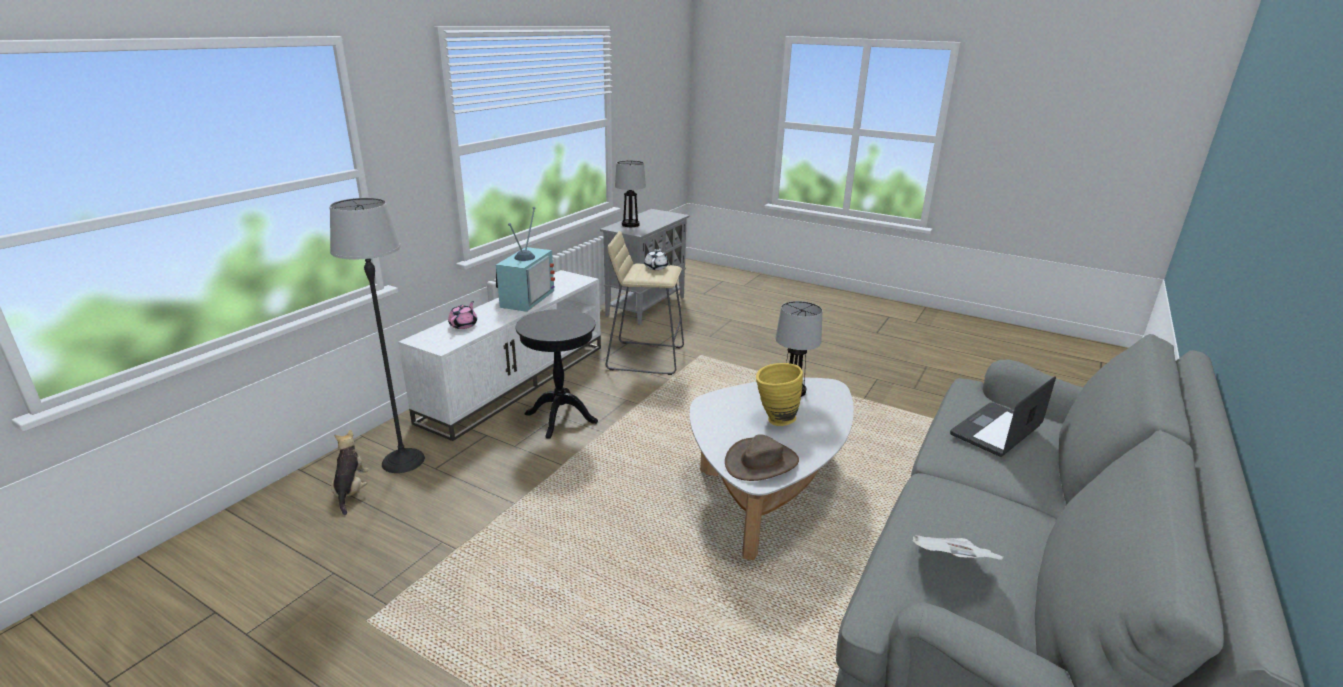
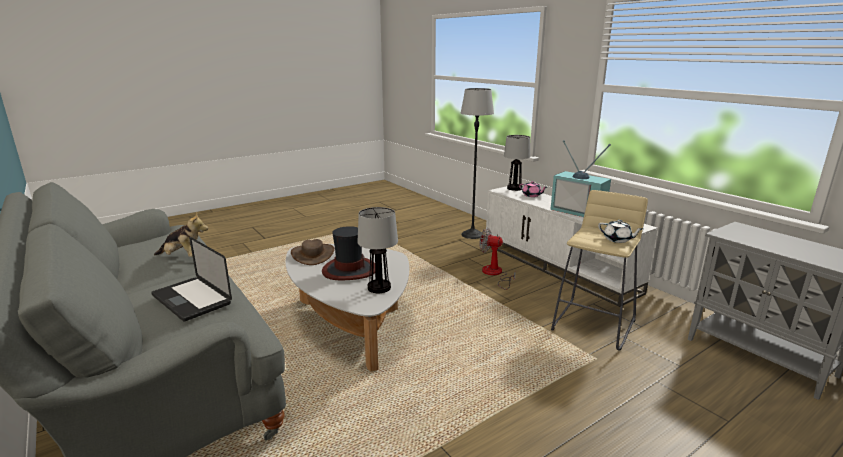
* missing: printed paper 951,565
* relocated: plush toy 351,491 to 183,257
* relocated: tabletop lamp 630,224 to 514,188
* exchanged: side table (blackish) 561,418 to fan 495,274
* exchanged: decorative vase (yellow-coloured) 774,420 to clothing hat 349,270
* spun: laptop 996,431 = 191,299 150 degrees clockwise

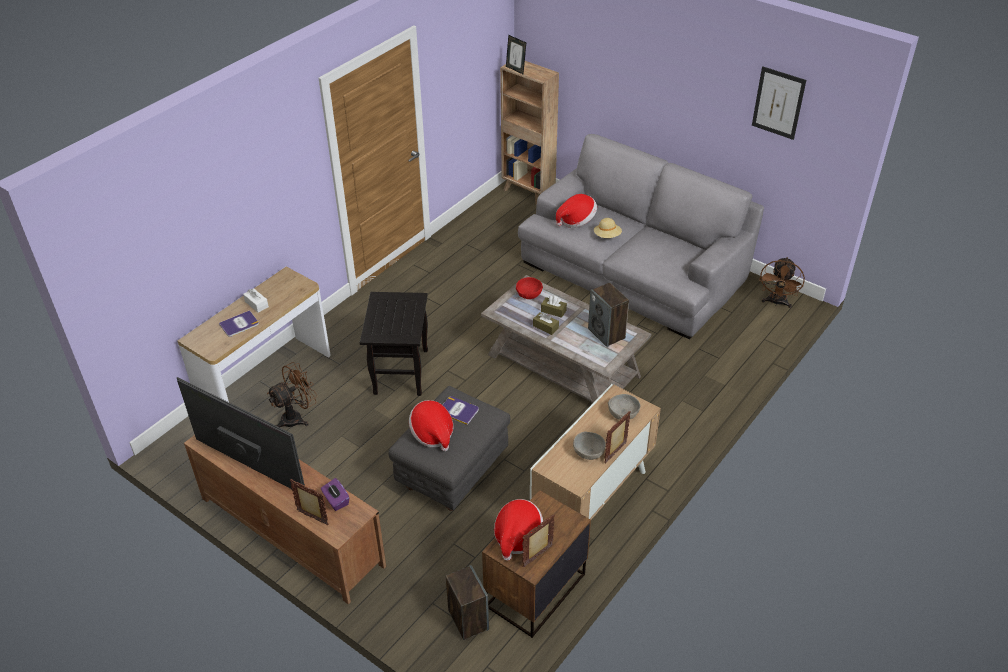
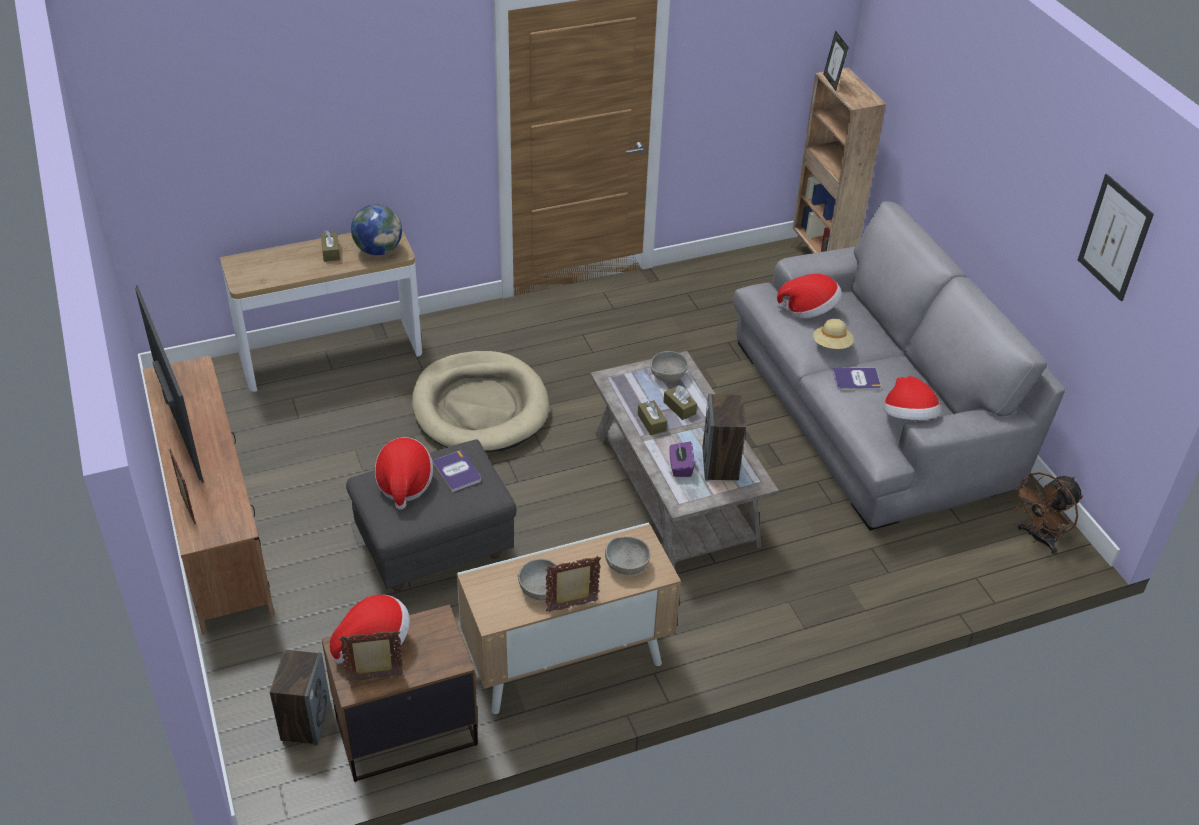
* missing: fan (brownish) 296,417
* appeared: world globe 378,250
* appeared: clothing hat 908,418
* relocated: book 239,324 to 856,380
* relocated: tissue holder (purple) 336,501 to 680,467
* exchanged: side table (blackish) 400,371 to pet bed (beige-coloured) 480,407
* colour: tissue holder (white-coloured) 256,304 to tissue holder (brownish) 331,252
* colour: deep dish (red-coloured) 528,294 to deep dish (greyish) 668,375

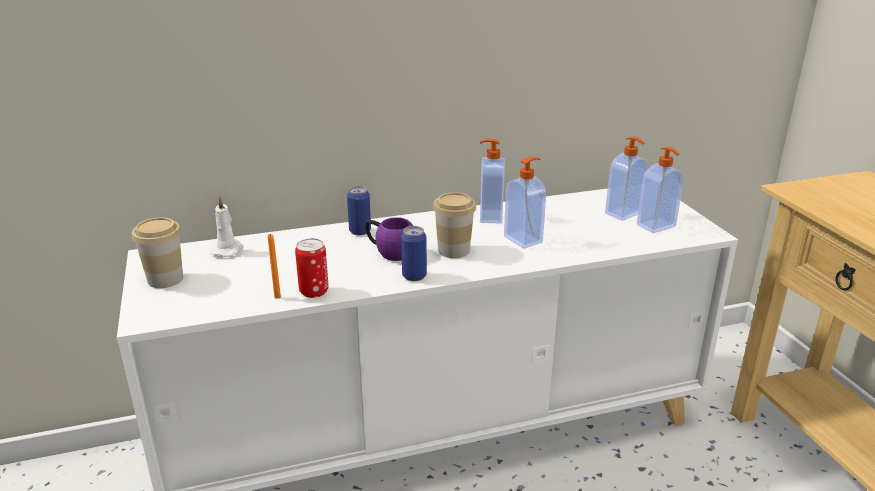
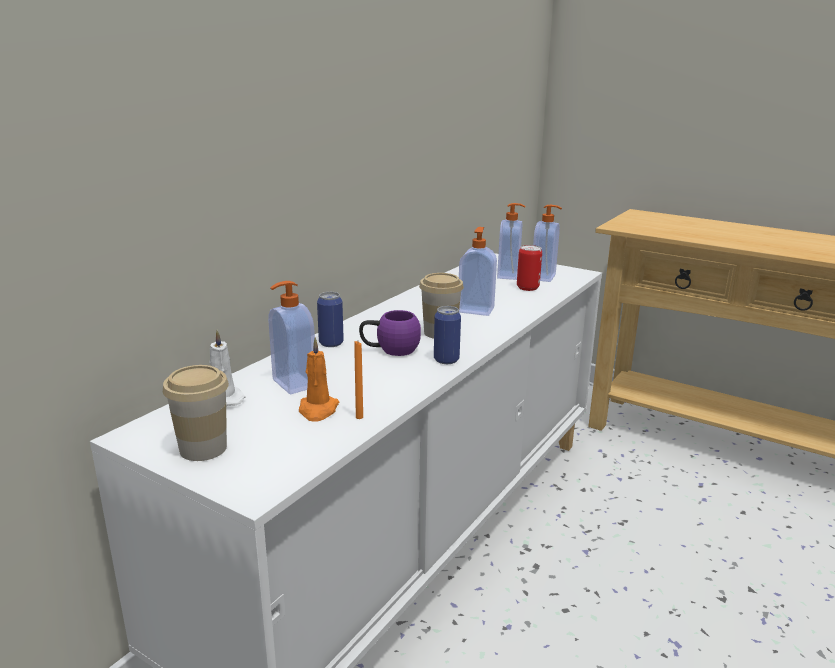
* appeared: wax light (orange) 318,410
* relocated: metal can 314,291 to 527,288
* relocated: liquid soap bottle 489,217 to 293,384

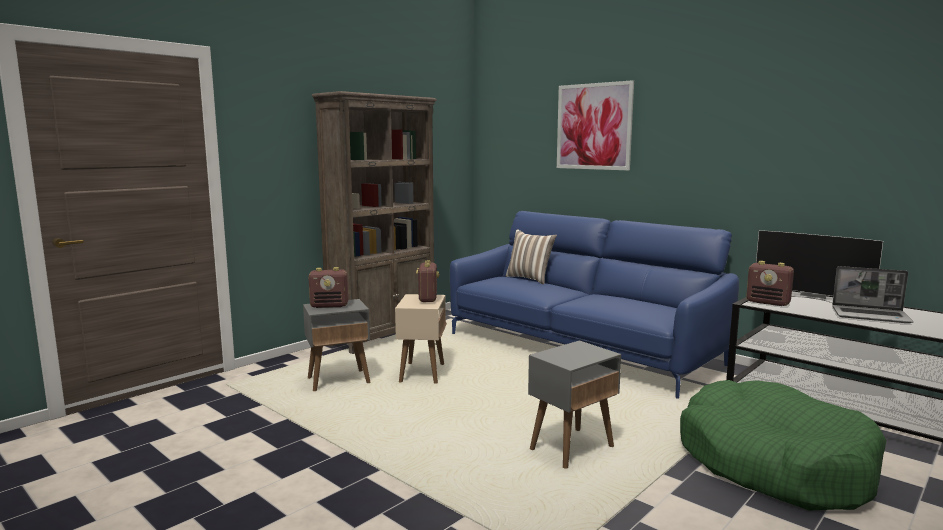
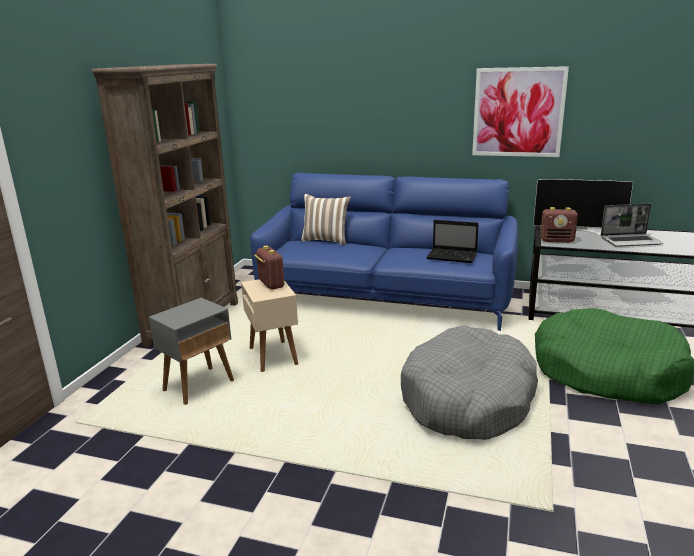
* missing: radio set 330,306
* appeared: laptop 453,256
* relocated: wall art 593,126 to 518,112
* exchanged: side table (greyish) 572,448 to pet bed (greyish) 468,399

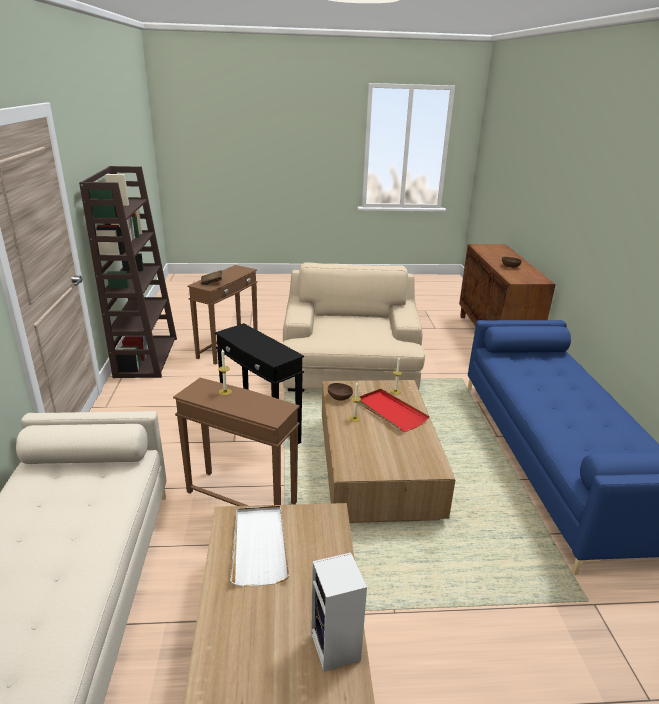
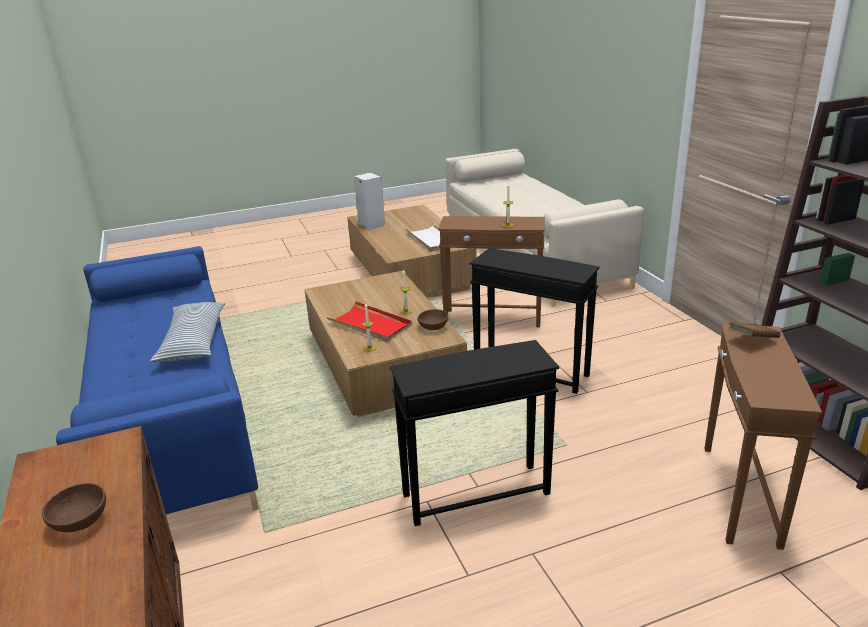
* appeared: throw pillow 193,341
* exchanged: easy chair (beige-coloured) 350,371 to side table (blackish) 475,493

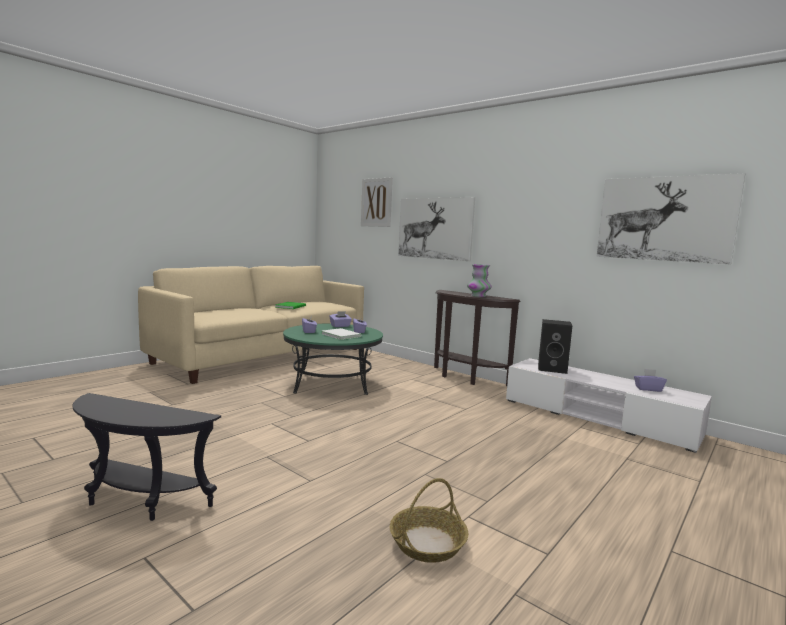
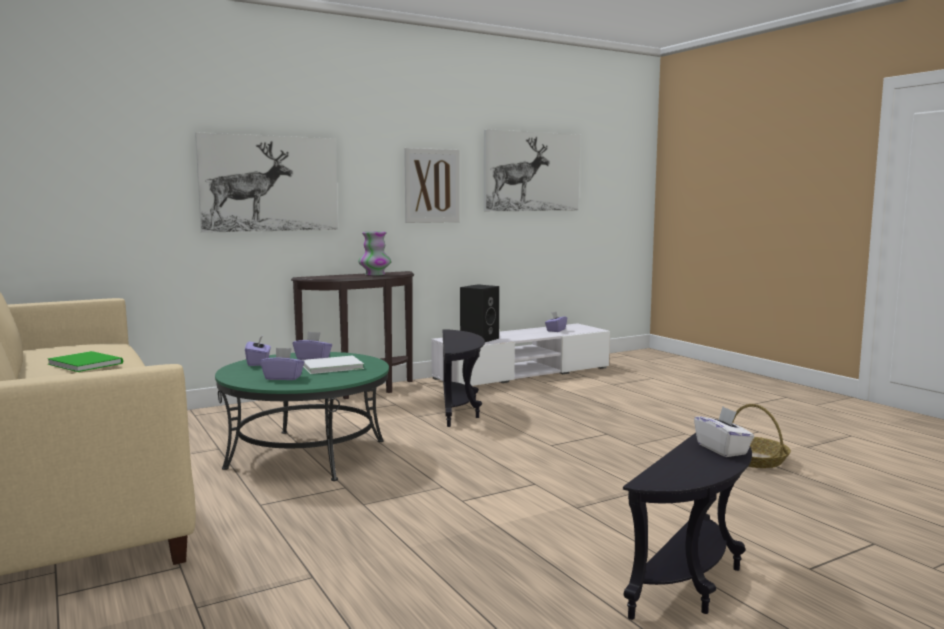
* appeared: side table (blackish) 460,410
* appeared: tissue holder (white-coloured) 722,449
* relocated: wall art 376,202 to 432,186

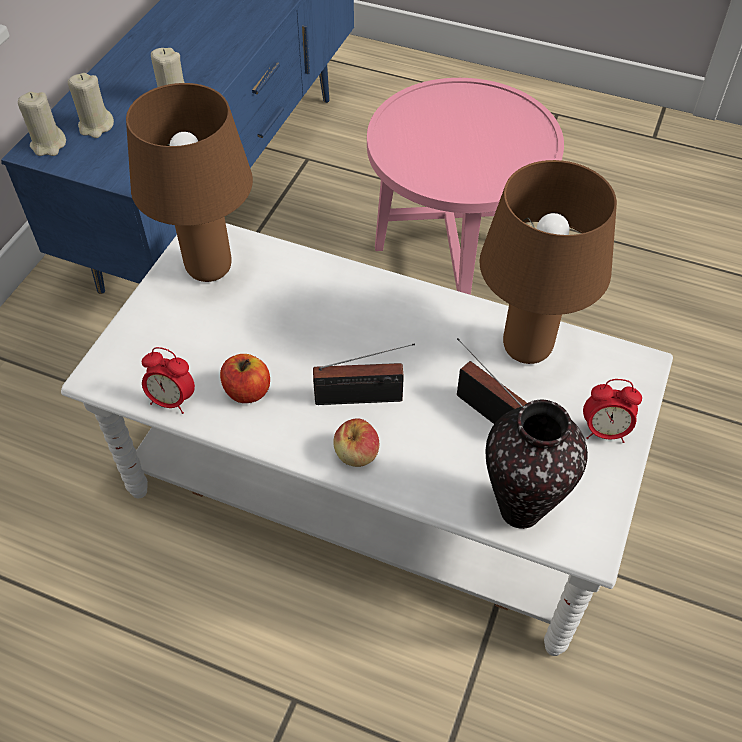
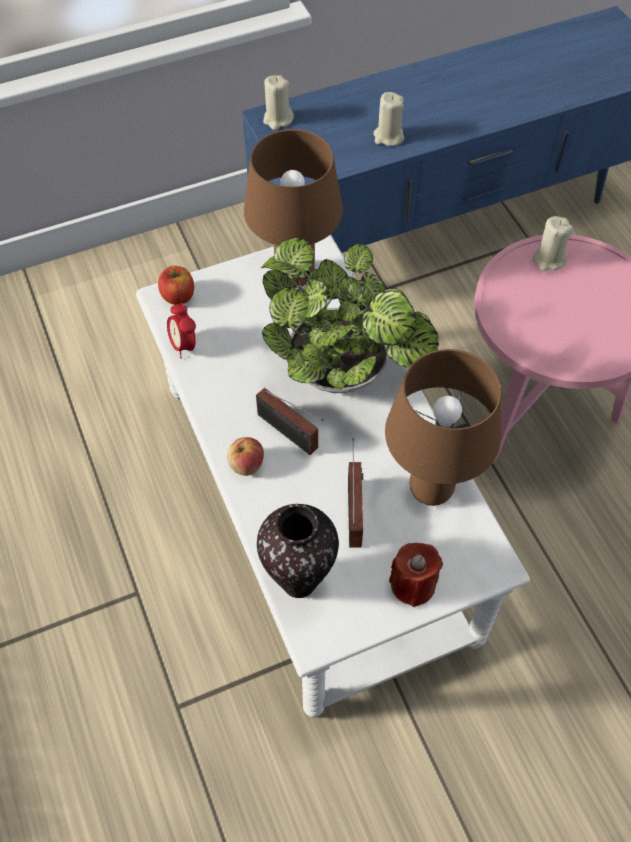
* appeared: plant in a pot 345,375
* relocated: wax light (beige-coloured) 96,126 to 549,259
* relocated: apple 247,391 to 178,296
* exchanged: alarm clock 604,431 to wax light (red-coloured) 413,584

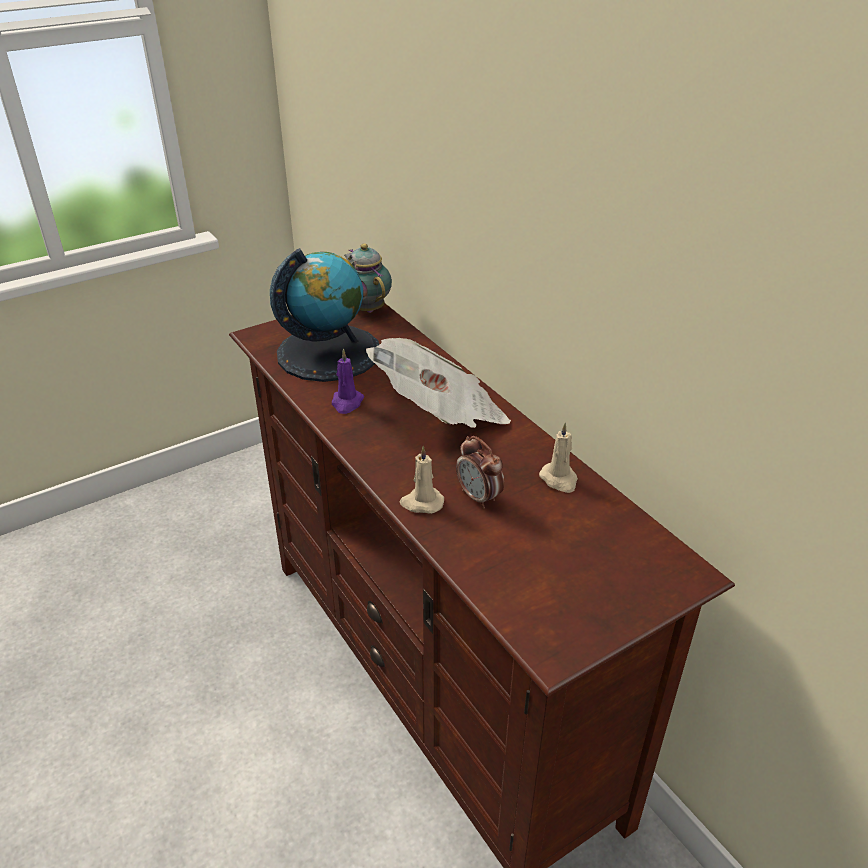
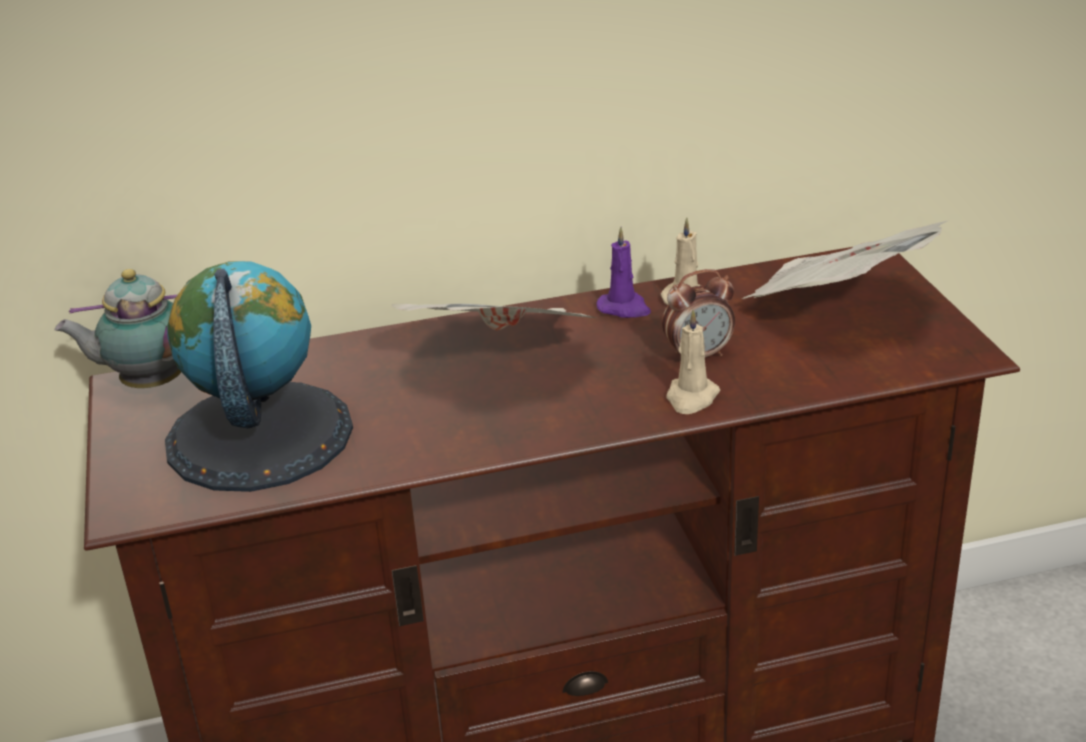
* appeared: printed paper 838,307
* relocated: wax light (purple) 347,403 to 624,308

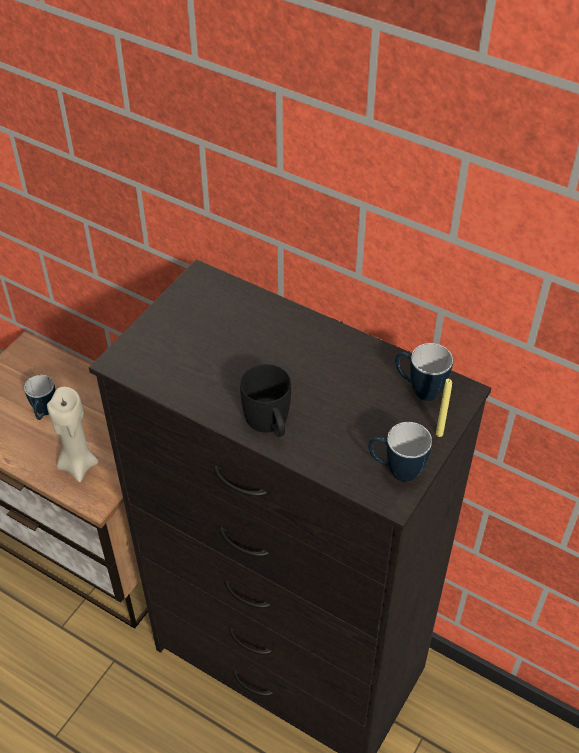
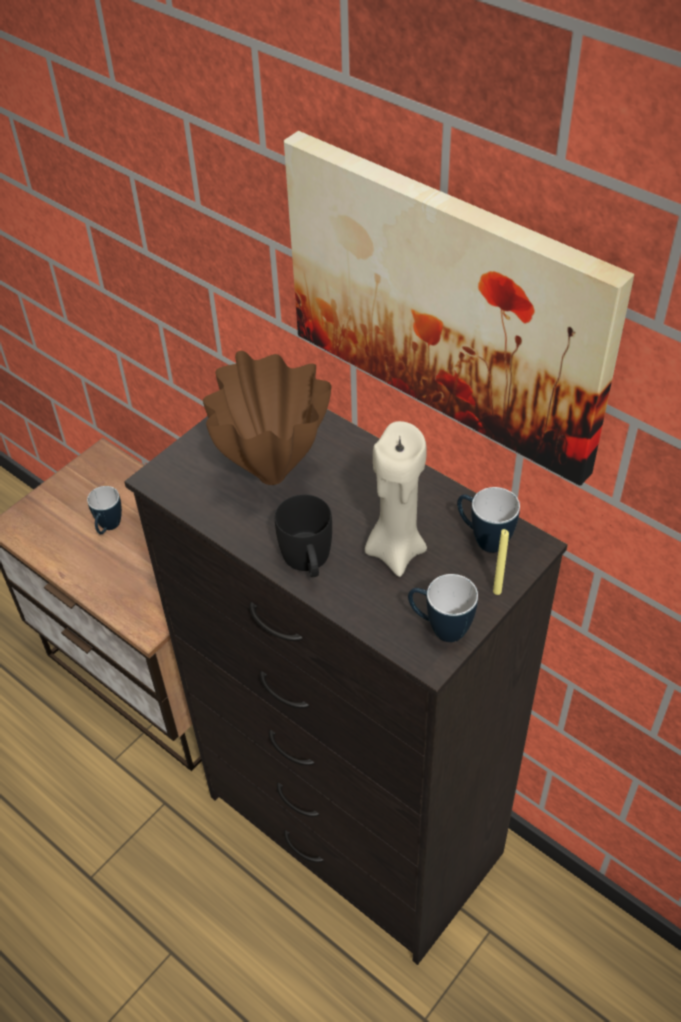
* appeared: decorative vase (brownish) 273,476
* appeared: wall art 447,303
* relocated: wax light (beige-coloured) 78,464 to 395,550

